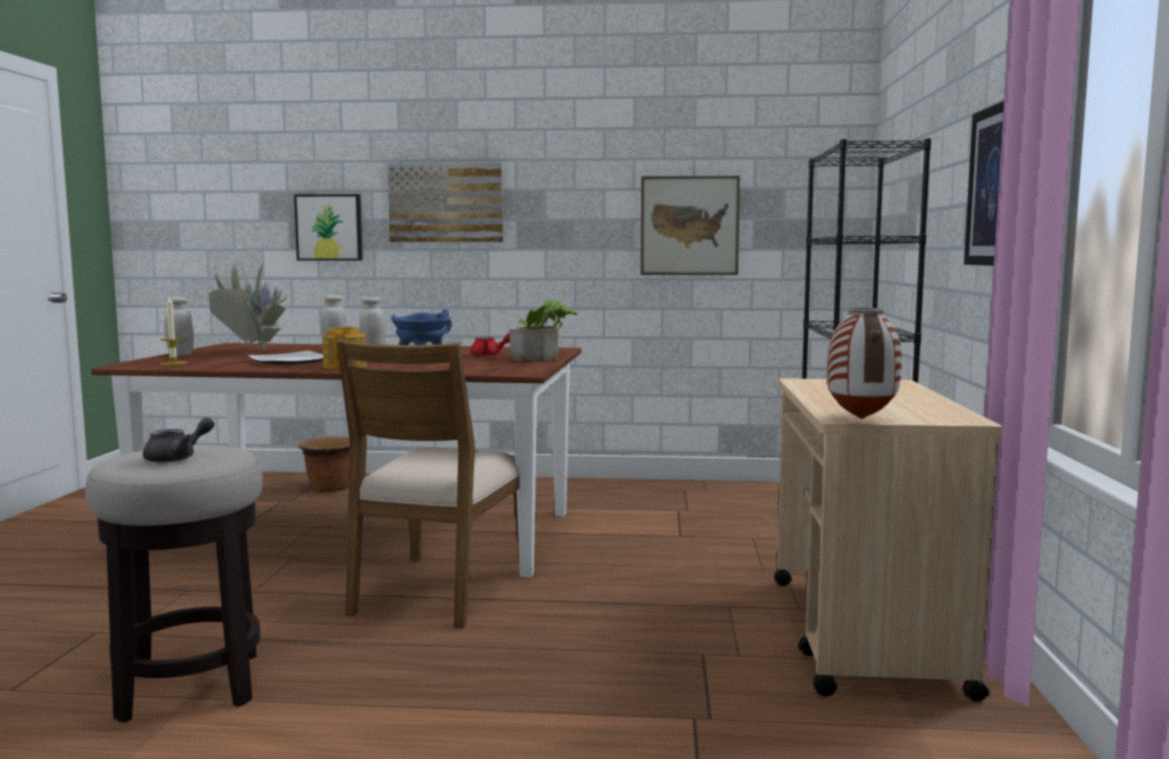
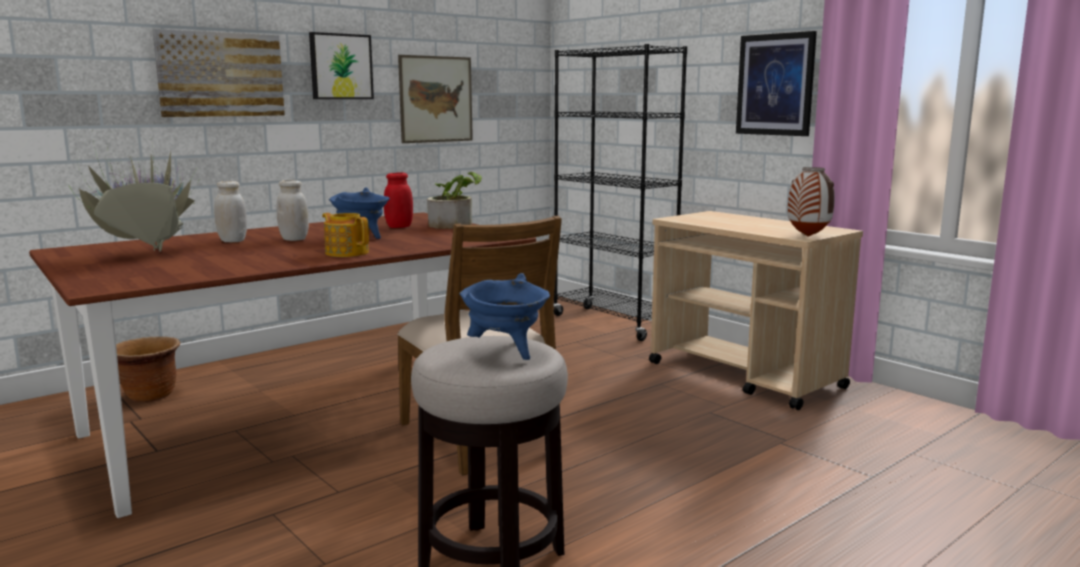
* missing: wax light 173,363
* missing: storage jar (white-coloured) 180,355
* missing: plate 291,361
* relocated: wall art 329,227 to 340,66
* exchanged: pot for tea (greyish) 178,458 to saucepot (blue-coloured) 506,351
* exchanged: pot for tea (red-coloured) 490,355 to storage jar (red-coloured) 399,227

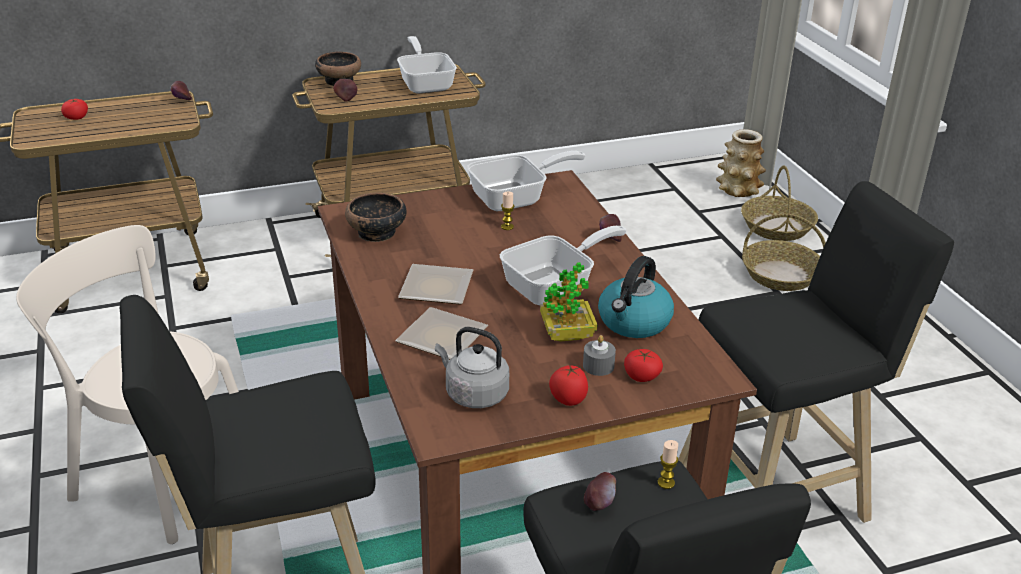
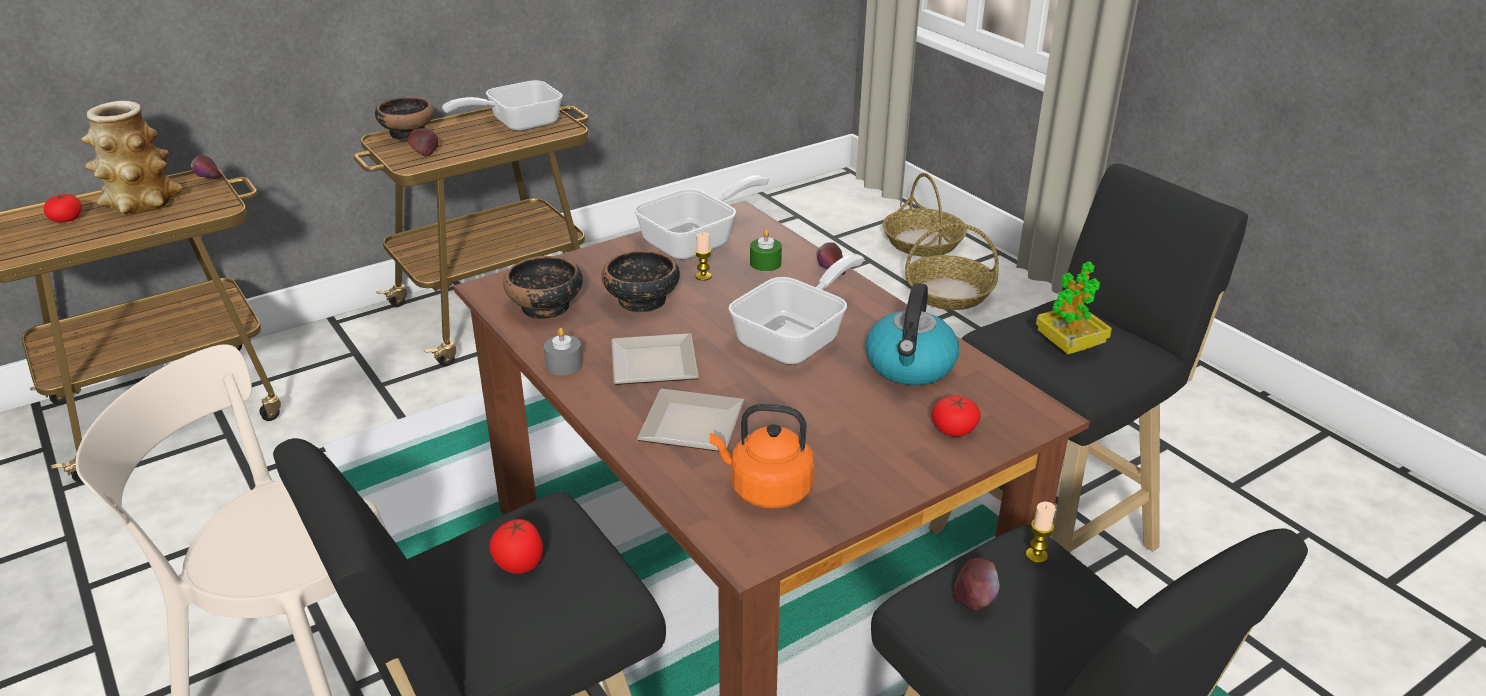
* appeared: deep dish 641,301
* appeared: wax light (greenish) 765,263
* relocated: plant in a pot 567,334 to 1069,346
* relocated: whole tomato 568,400 to 519,565
* relocated: wax light (greyish) 598,366 to 564,365
* relocated: decorative vase 738,190 to 141,203
* colour: kettle (greyish) 473,394 to kettle (orange) 766,489
* spun: frying pan 426,83 = 516,124 90 degrees counterclockwise

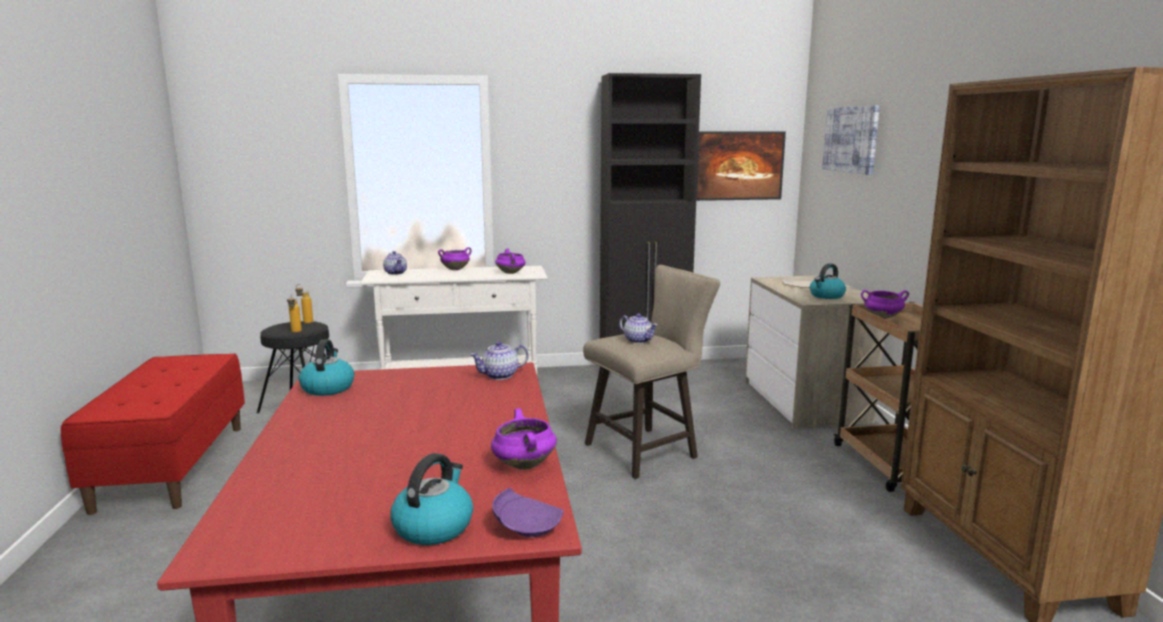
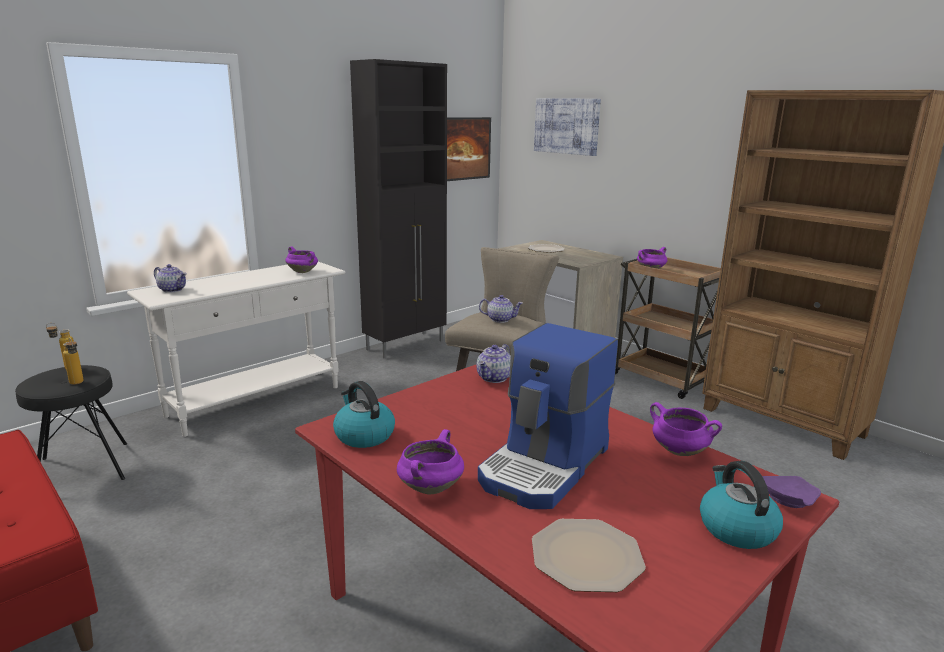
* missing: kettle 826,296
* appeared: coffee maker 546,466
* appeared: plate 585,556
* relocated: saucepot (purple) 455,269 to 430,487

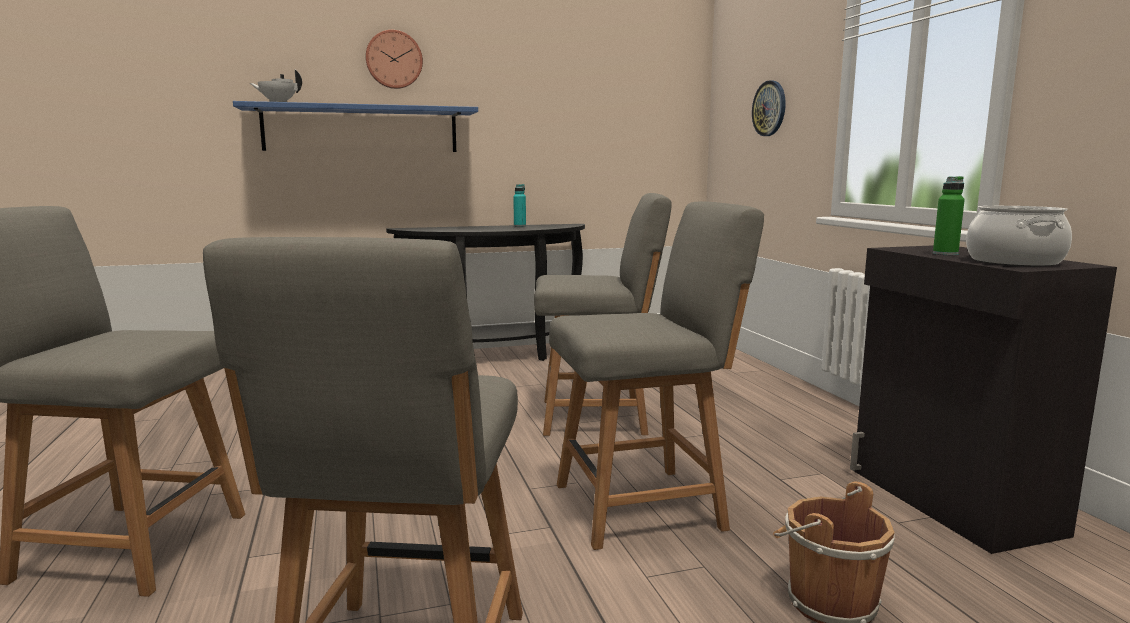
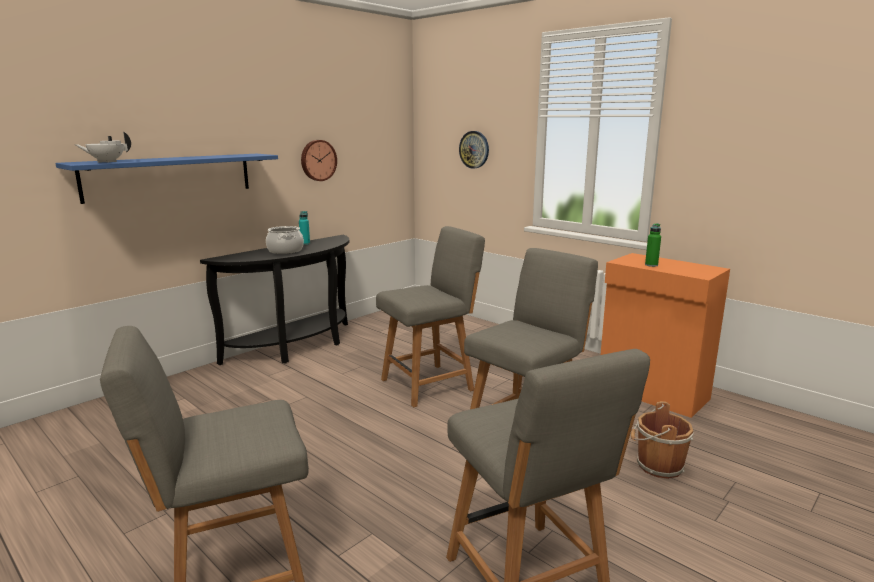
* relocated: clock on the wall 394,60 to 318,160
* relocated: saucepot 1013,261 to 285,251
* colour: cabinet (blackish) 950,501 to cabinet (orange) 652,393

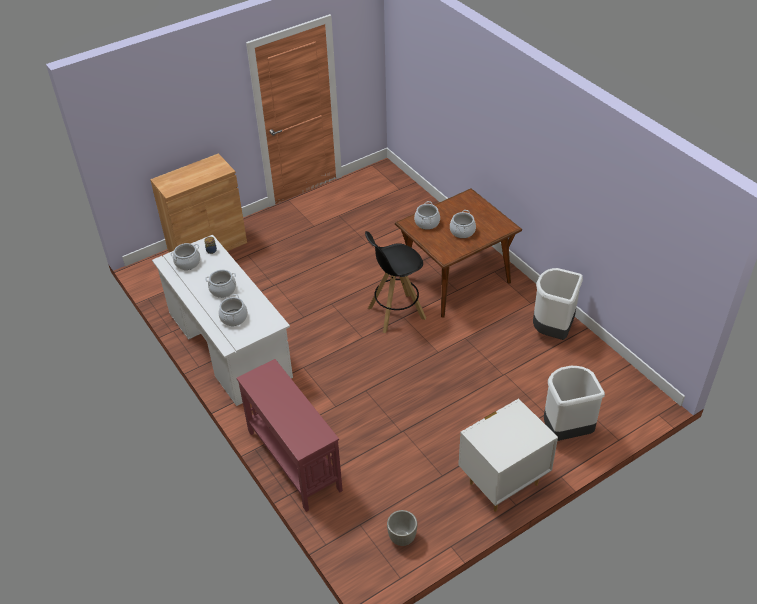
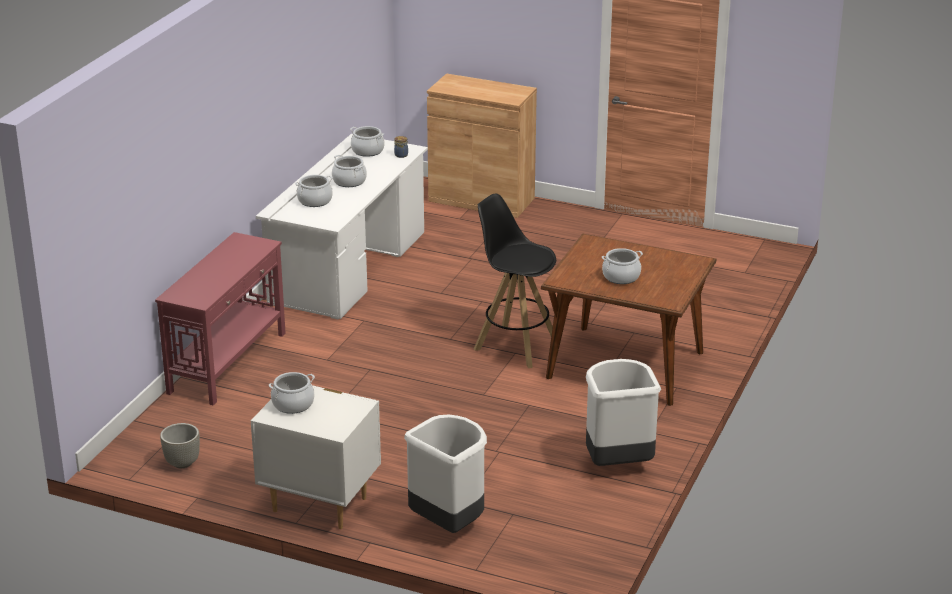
* relocated: saucepot 427,223 to 293,404

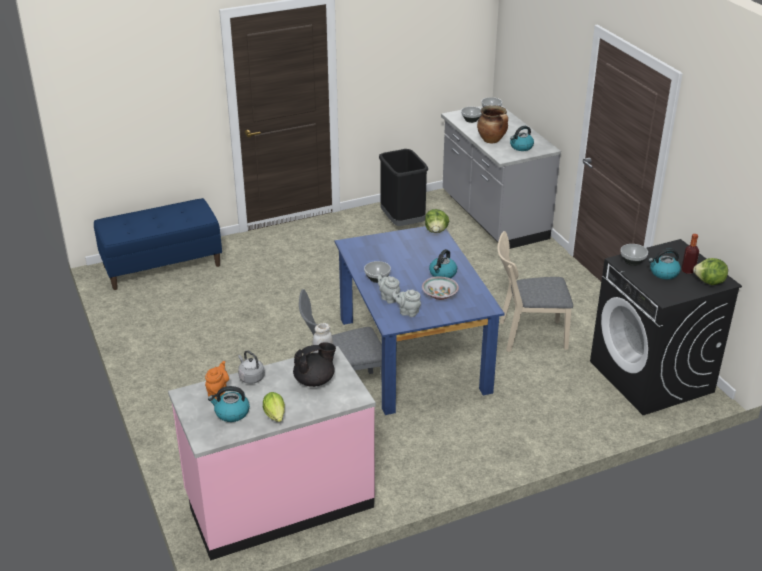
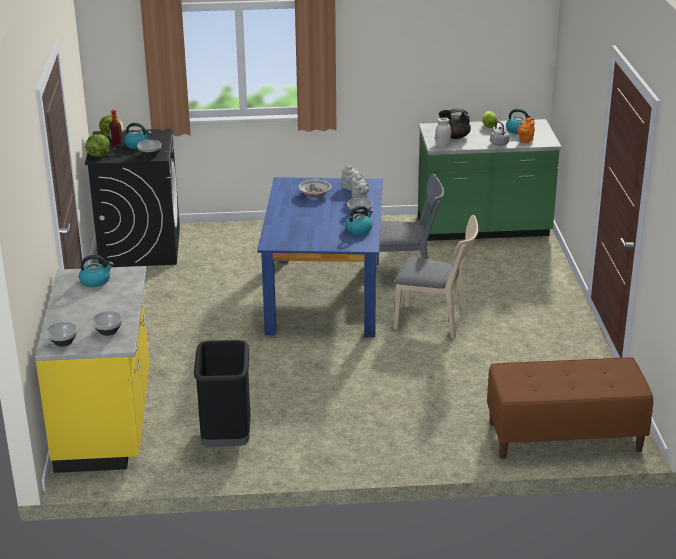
* missing: saucepot 492,140
* relocated: lettuce 436,231 to 98,155
* relocated: kettle 442,274 to 358,230
* relocated: chair (beige-coloured) 527,335 to 436,321
* colour: bench (blue-coloured) 162,265 to bench (brownish) 564,437
* colour: kitchen base unit (pink-coloured) 279,501 to kitchen base unit (greenish) 483,229
* colour: kitchen base unit (greyish) 493,217 to kitchen base unit (yellow-coloured) 107,421

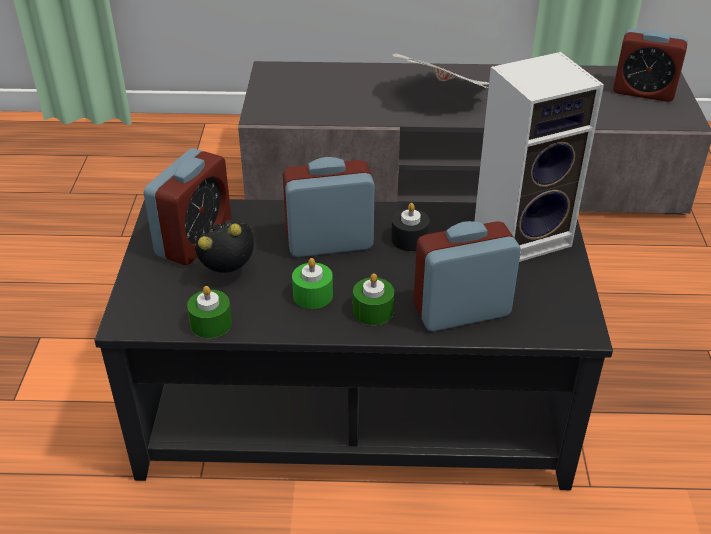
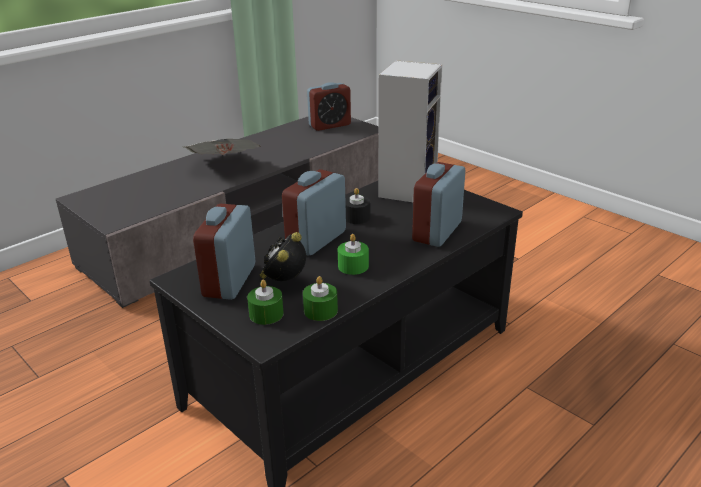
* relocated: wax light (greenish) 373,311 to 266,314
* spun: alarm clock 194,239 = 229,280 150 degrees counterclockwise

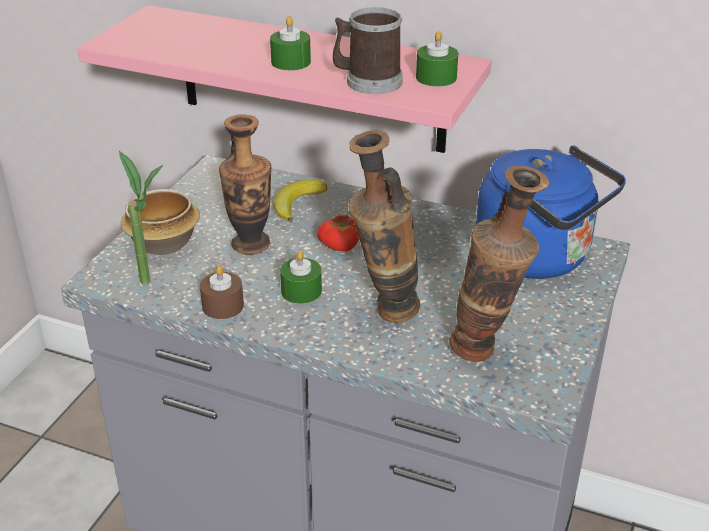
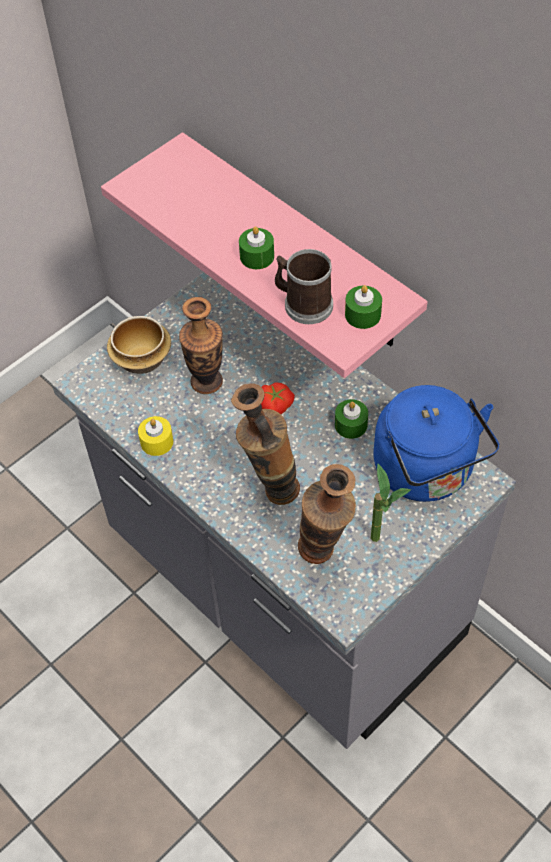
* missing: banana fruit 297,203
* relocated: plant in a pot 154,284 to 382,544
* relocated: wax light (greenish) 301,291 to 351,425
* colour: wax light (brownish) 223,306 to wax light (yellow-coloured) 157,442

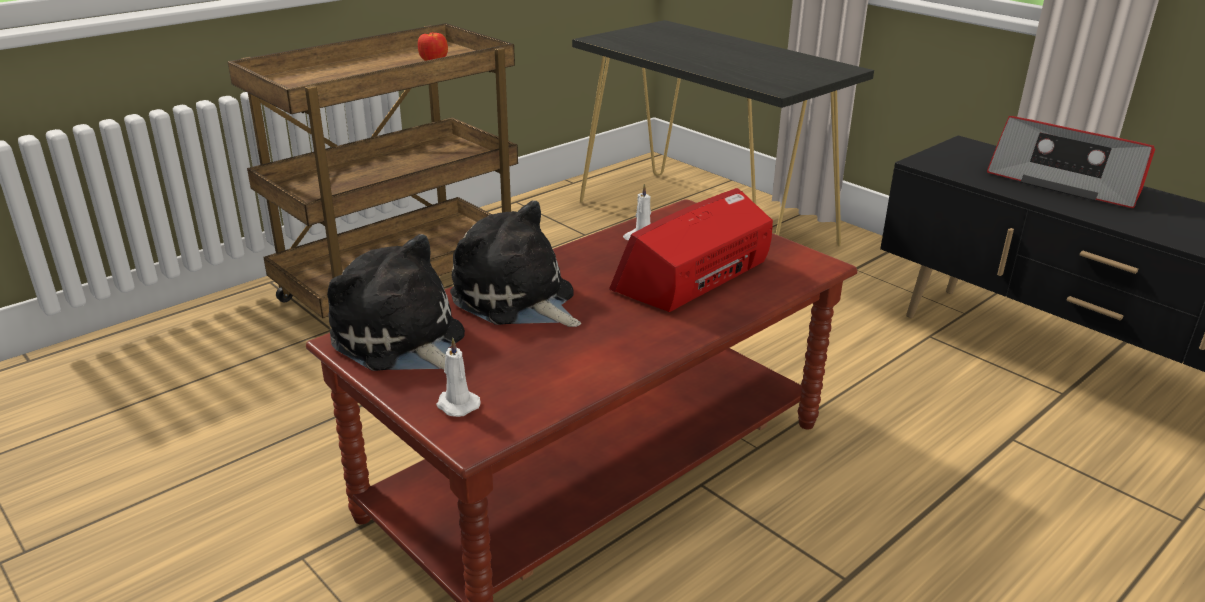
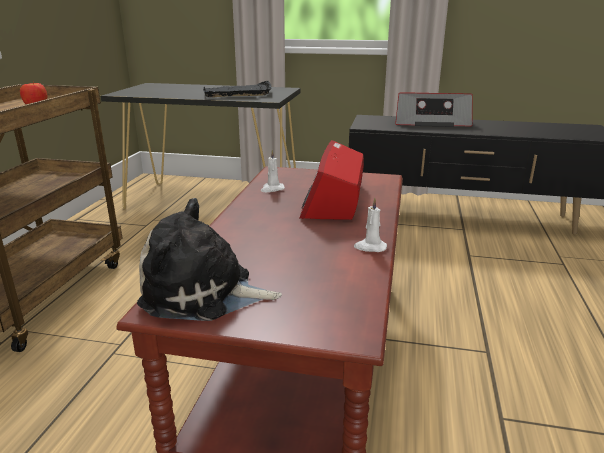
* missing: plush toy 517,300
* appeared: tray (blackish) 238,93
* relocated: wax light (white-coloured) 456,404 to 370,247

